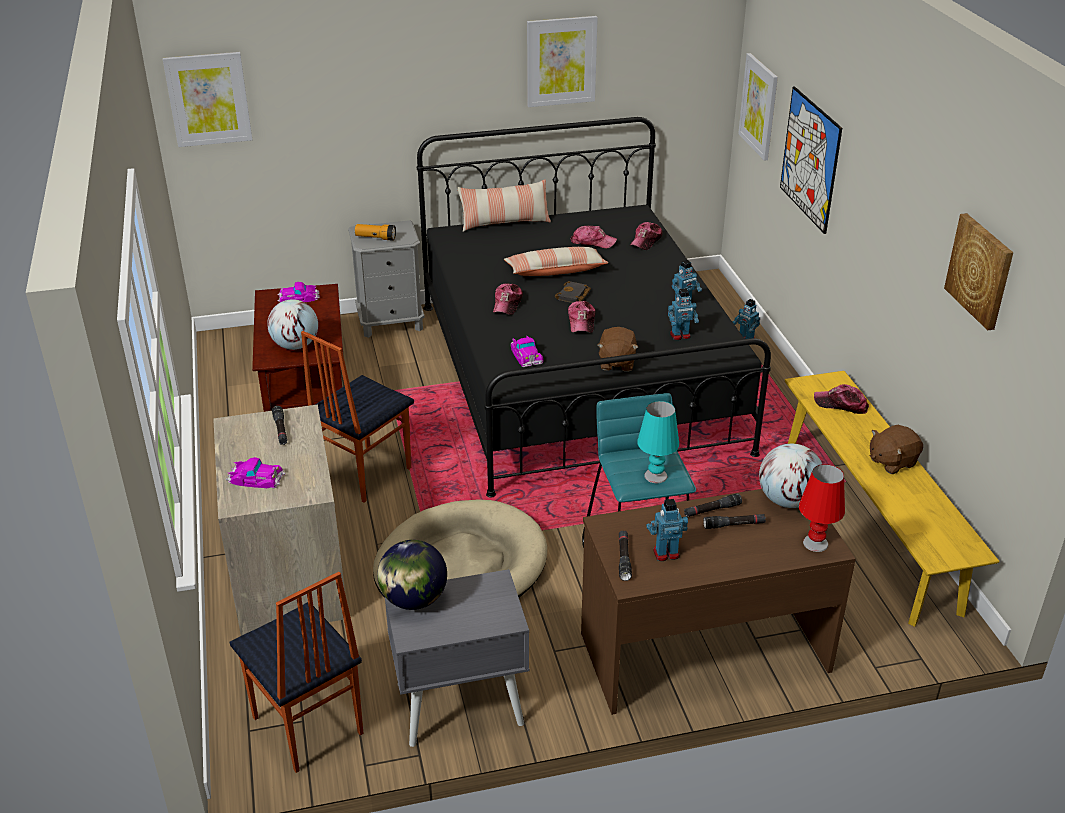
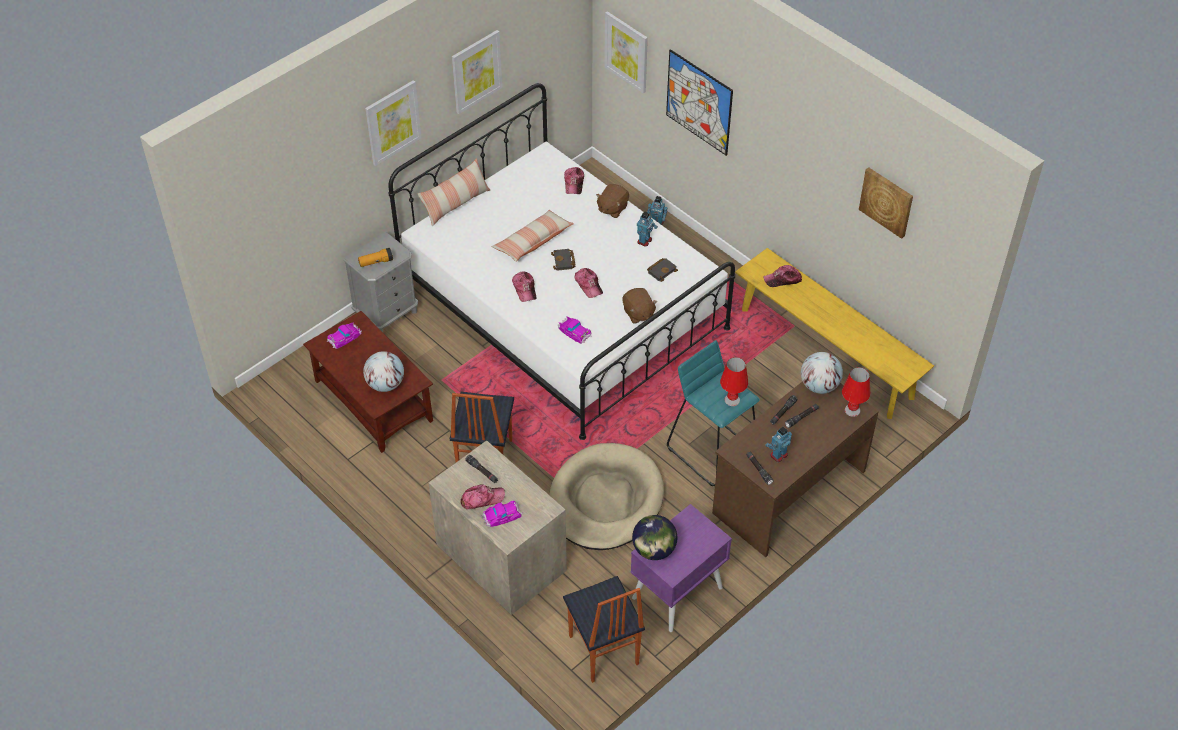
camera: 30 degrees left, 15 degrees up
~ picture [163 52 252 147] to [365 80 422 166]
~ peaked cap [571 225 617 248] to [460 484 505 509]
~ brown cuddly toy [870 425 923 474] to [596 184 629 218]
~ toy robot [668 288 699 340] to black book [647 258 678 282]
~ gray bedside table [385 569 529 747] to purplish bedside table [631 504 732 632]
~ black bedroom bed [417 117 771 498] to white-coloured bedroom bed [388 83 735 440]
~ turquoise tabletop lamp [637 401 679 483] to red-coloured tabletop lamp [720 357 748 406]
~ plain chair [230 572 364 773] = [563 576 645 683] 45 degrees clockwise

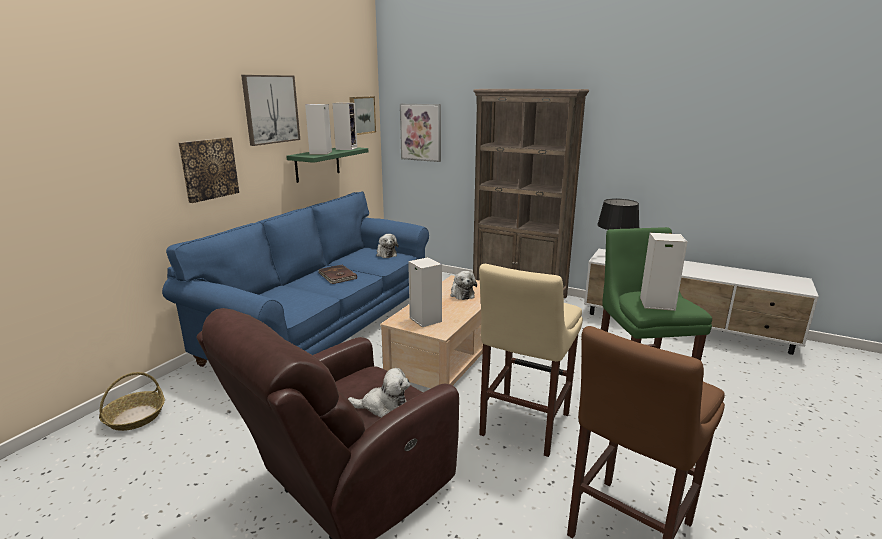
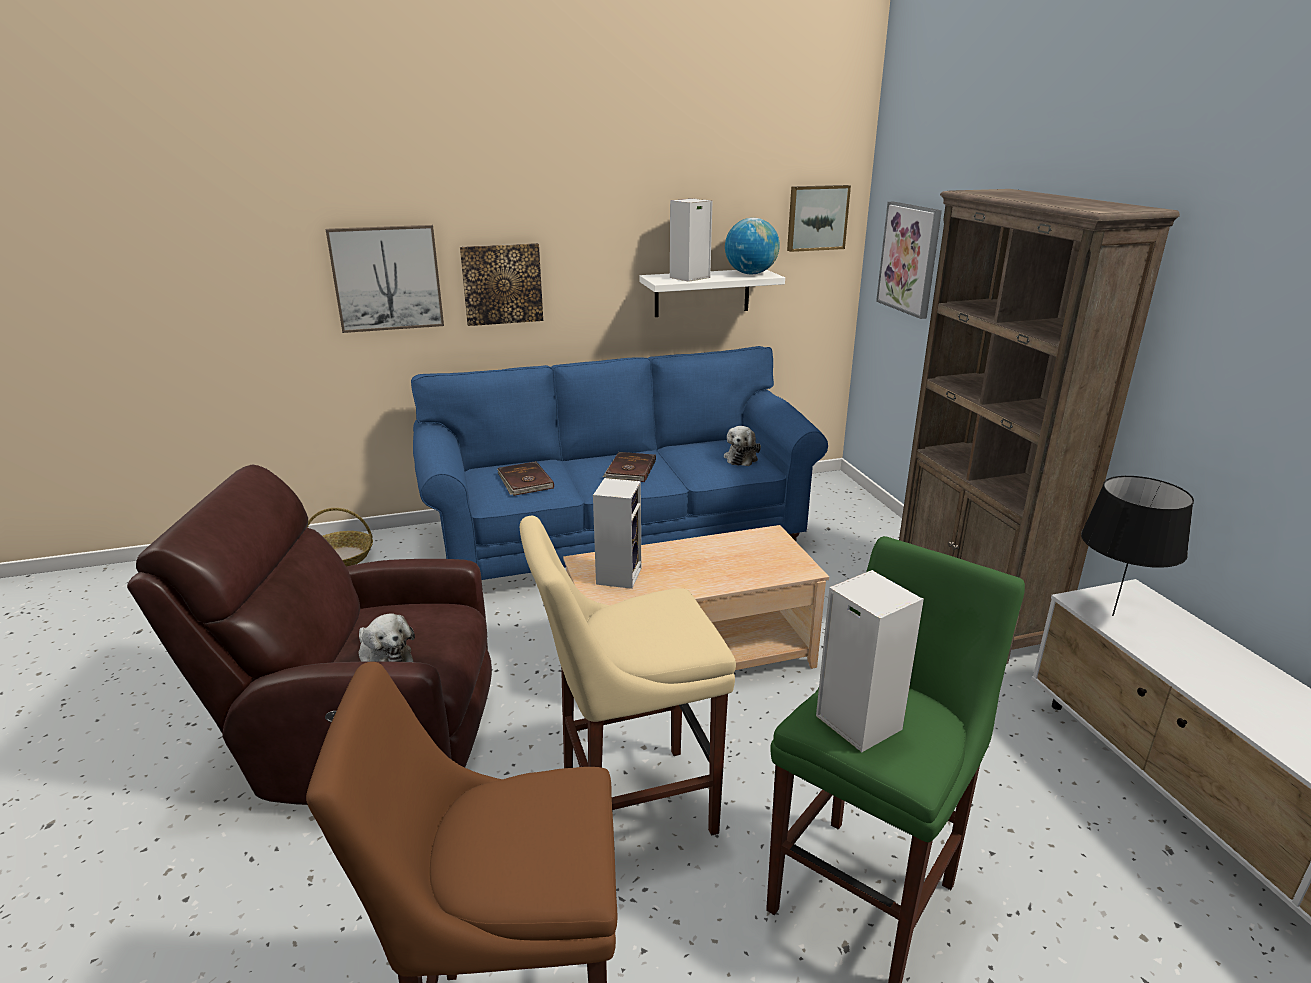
camera: 45 degrees right, 5 degrees up
- cuddly toy [450 271 477 300]
+ brown book [497 461 554 496]
~ picture [241 75 300 146] to [326 225 444 333]
~ loudspeaker [333 103 357 150] to desk globe [725 218 780 274]
~ green-coloured shelf [286 147 368 183] to white-coloured shelf [639 270 785 317]

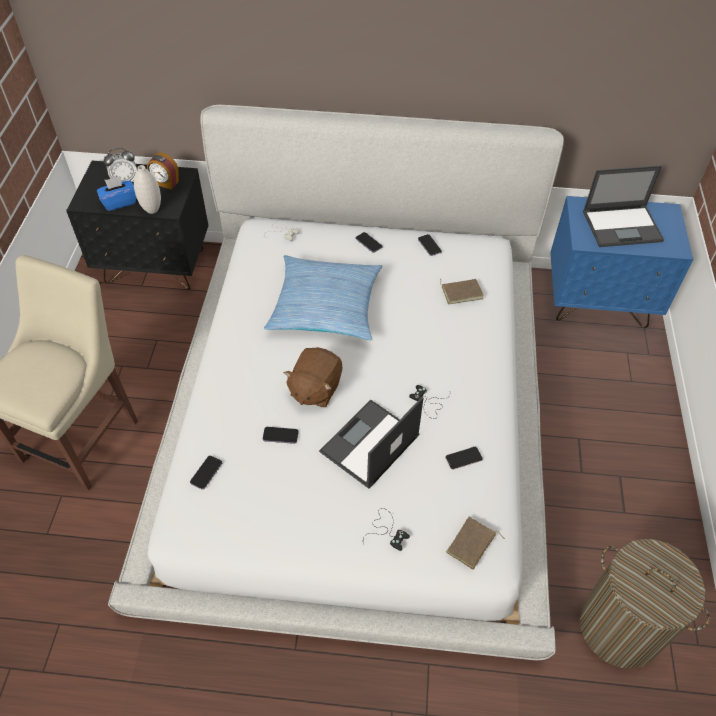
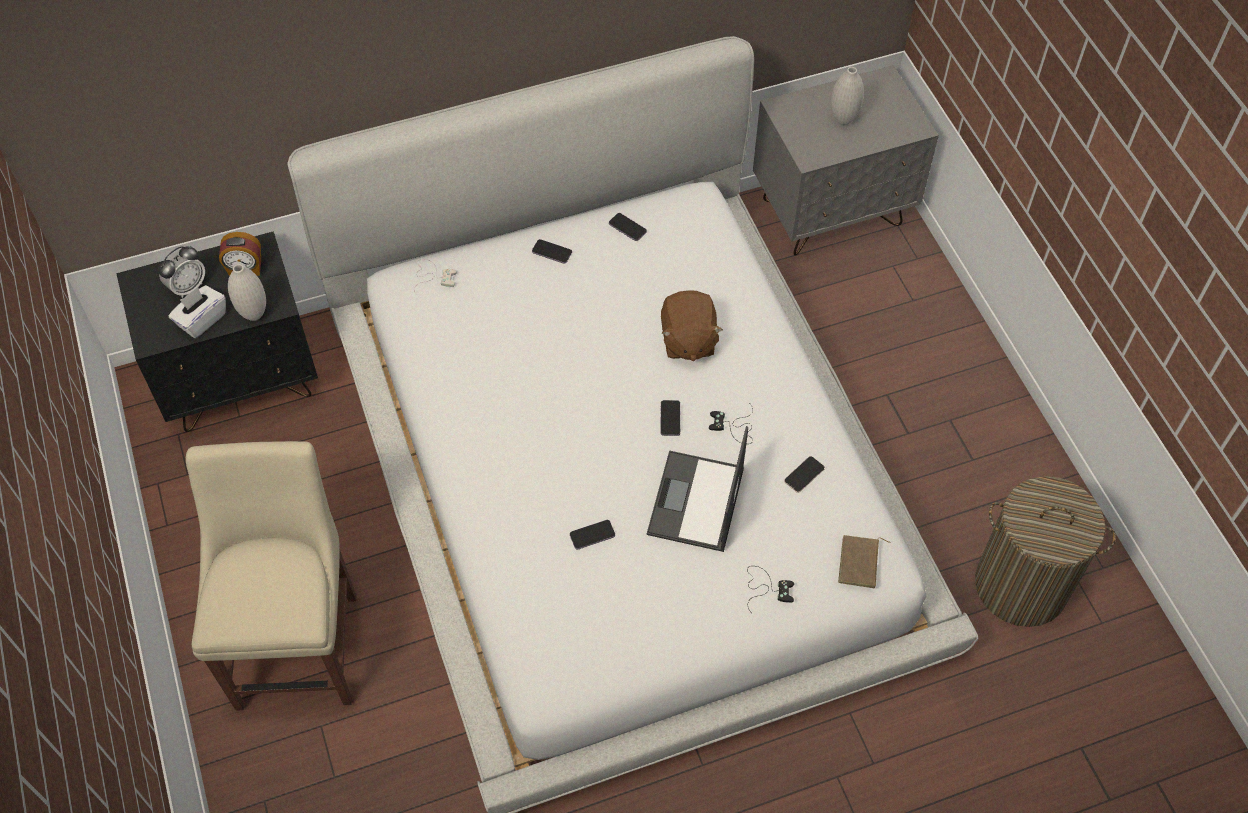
camera: 25 degrees left, 5 degrees up
- cushion [264 255 382 340]
- brown book [440 279 484 304]
~ handset [190 456 222 489] to [661 400 680 436]
~ brown cuddly toy [284 347 342 407] to [661 290 723 361]
~ laptop [583 165 664 247] to white-coloured flower vase [831 67 864 125]
~ bluish box of tissues [97 176 136 211] to white-coloured box of tissues [169 285 226 338]
~ bluish bedside table [550 196 693 328] to gray bedside table [753 65 939 255]

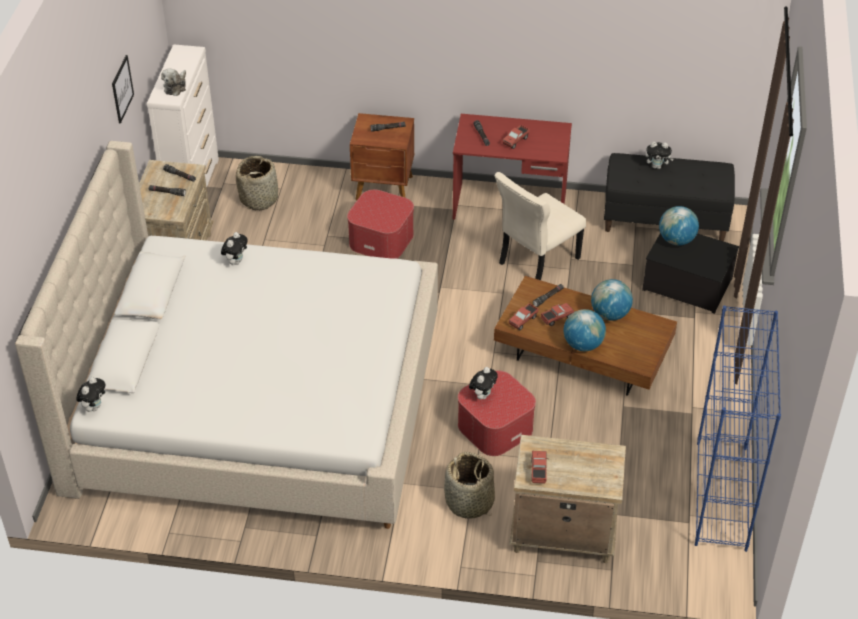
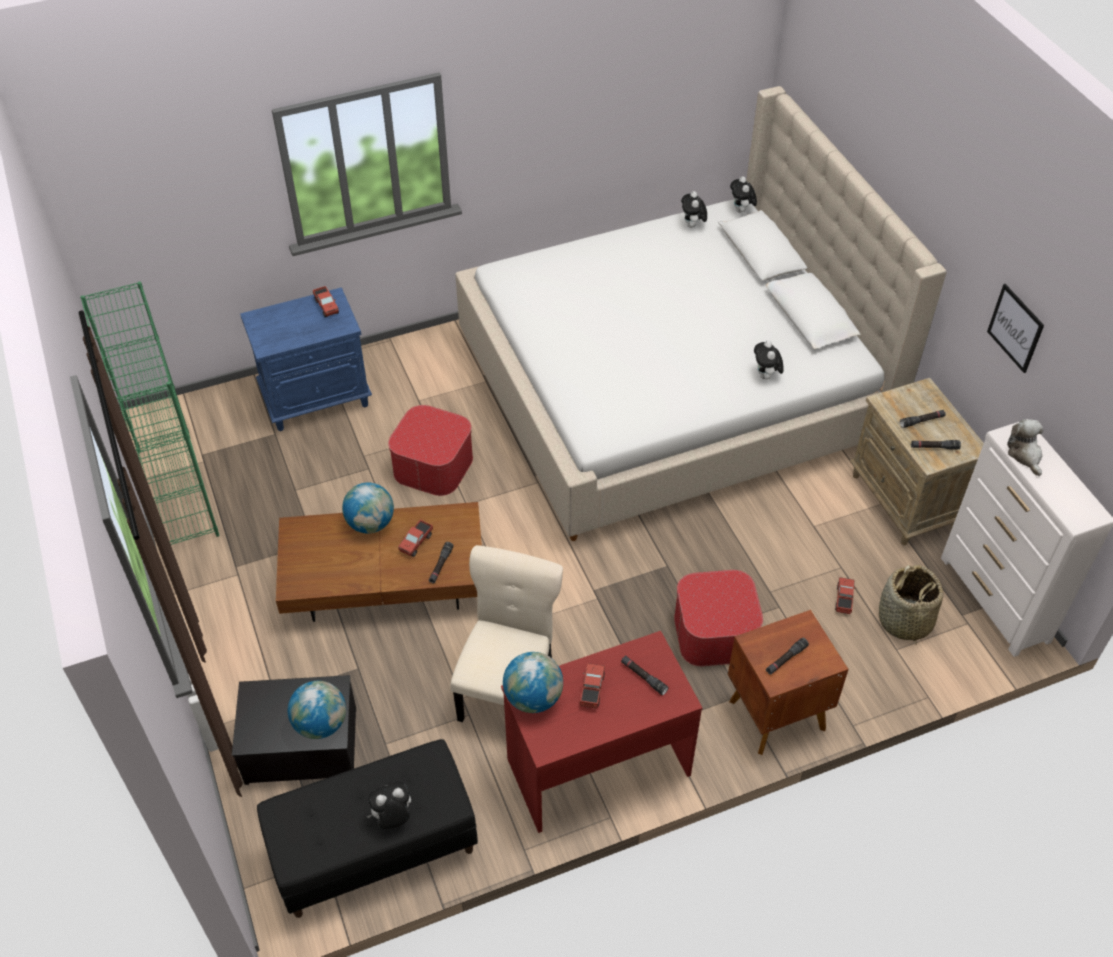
camera: 150 degrees right, 5 degrees up
- basket [444 452 495 519]
~ cuddly toy [469 367 498 400] to [681 191 707 228]
~ toy truck [509 303 539 330] to [835 577 855 614]
~ desk globe [591 279 633 321] to [503 652 563 713]
~ beige bedside table [509 435 626 563] to bluish bedside table [240 288 372 431]
~ bluish bookcase [695 306 781 552] to green-coloured bookcase [80 282 219 545]

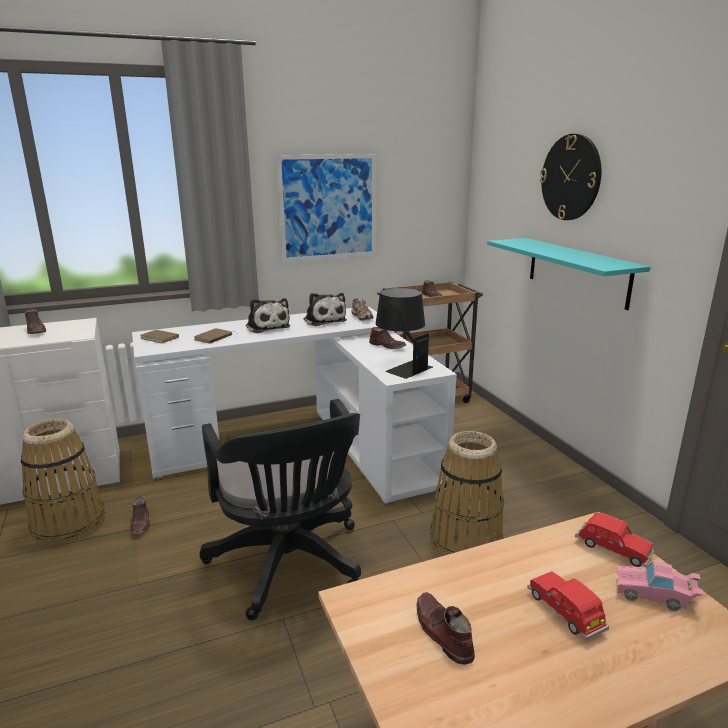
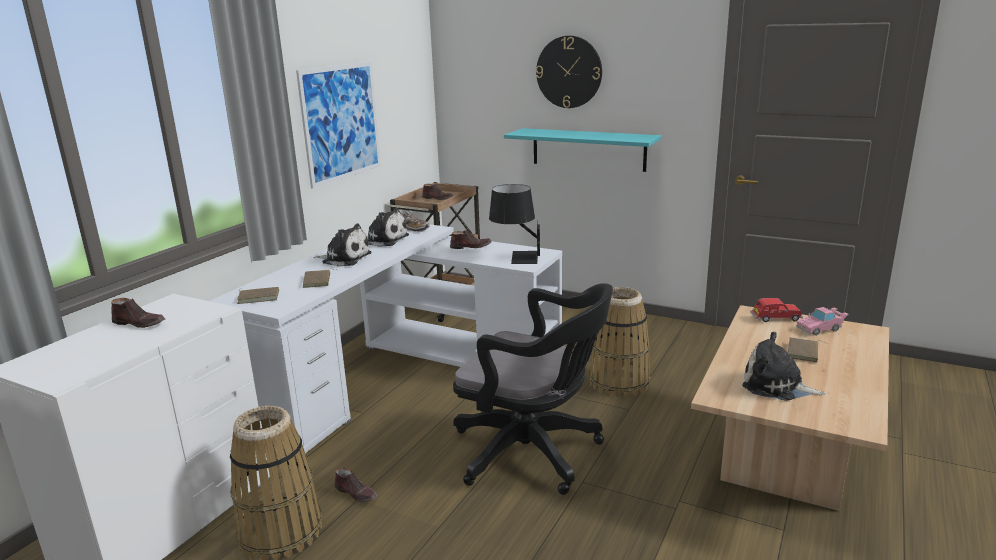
camera: 40 degrees left, 0 degrees up
~ brown shoe [416 592 475 665] to cuddly toy [742 332 825 401]
~ red-coloured model car [527 571 609 640] to brown book [788 337 825 362]

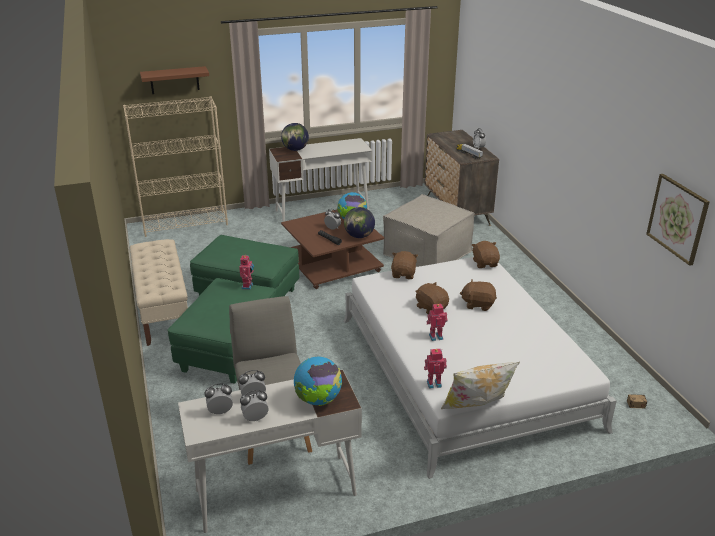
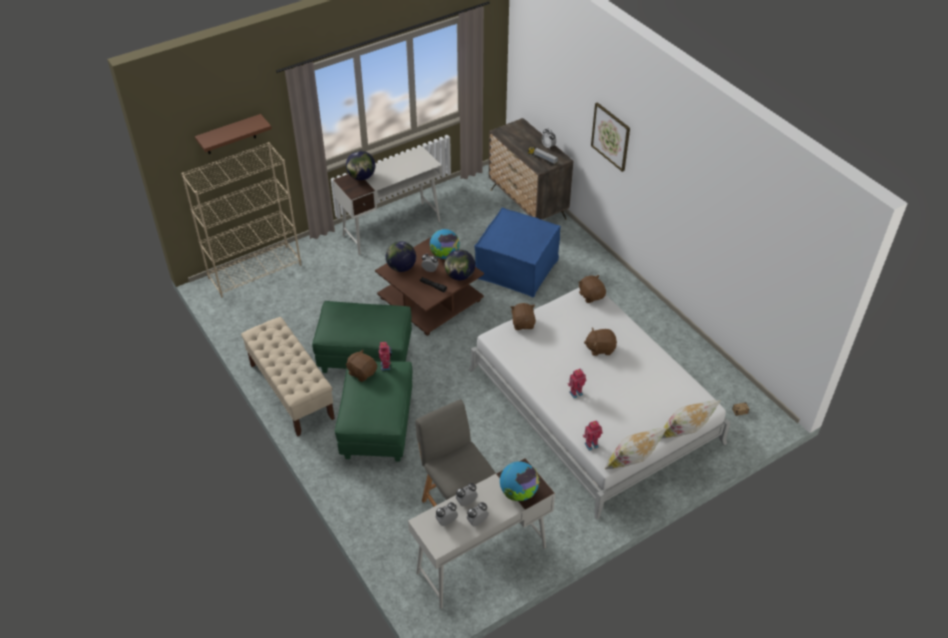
camera: 15 degrees left, 15 degrees up
+ desk globe [386 241 416 272]
+ cushion [662 400 721 438]
~ brown cuddly toy [415 282 449 314] to [345 349 377 382]
~ picture [646 174 710 266] to [591 102 630 172]
~ beige footrest [383 194 475 267] to bluish footrest [474 208 561 297]

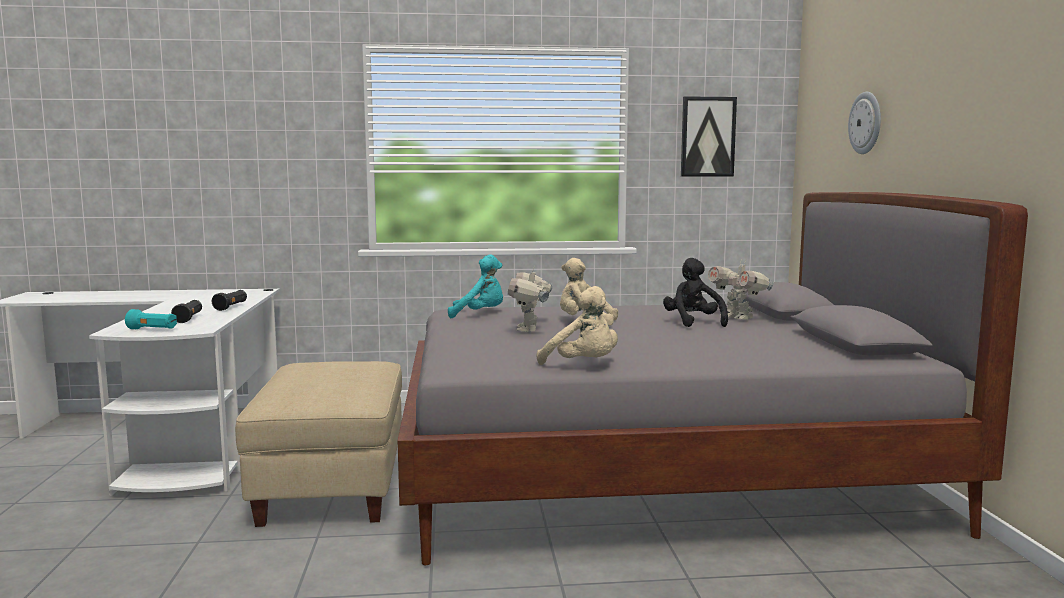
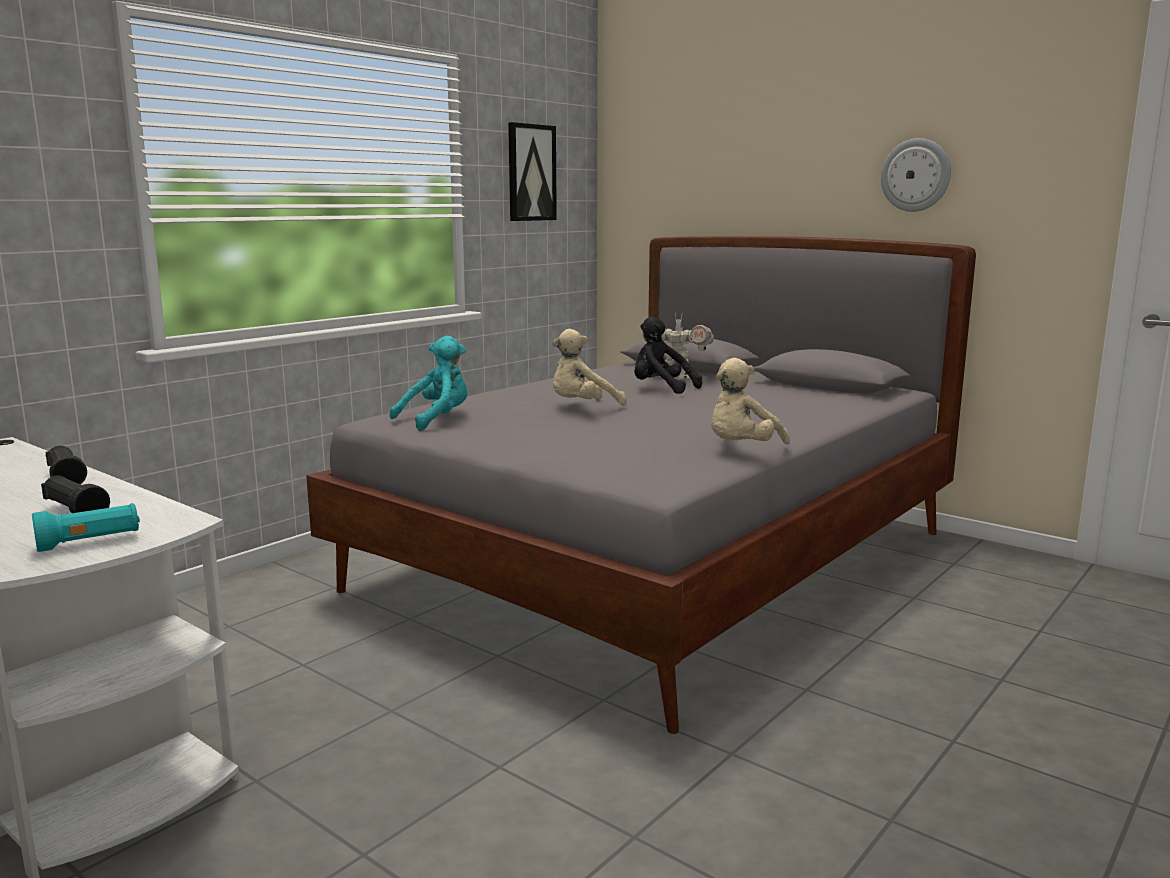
camera: 45 degrees left, 5 degrees up
- beige footrest [235 361 402 527]
- toy robot [508 266 553 332]
~ hanging clock [848 92 881 154] to [881 138 951 212]
~ beige cuddly toy [537 286 618 365] = [711 358 790 445] 135 degrees clockwise

